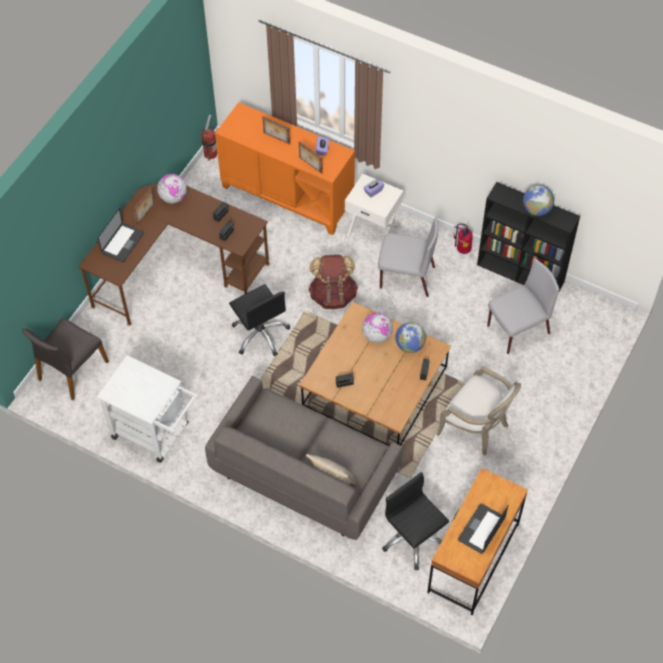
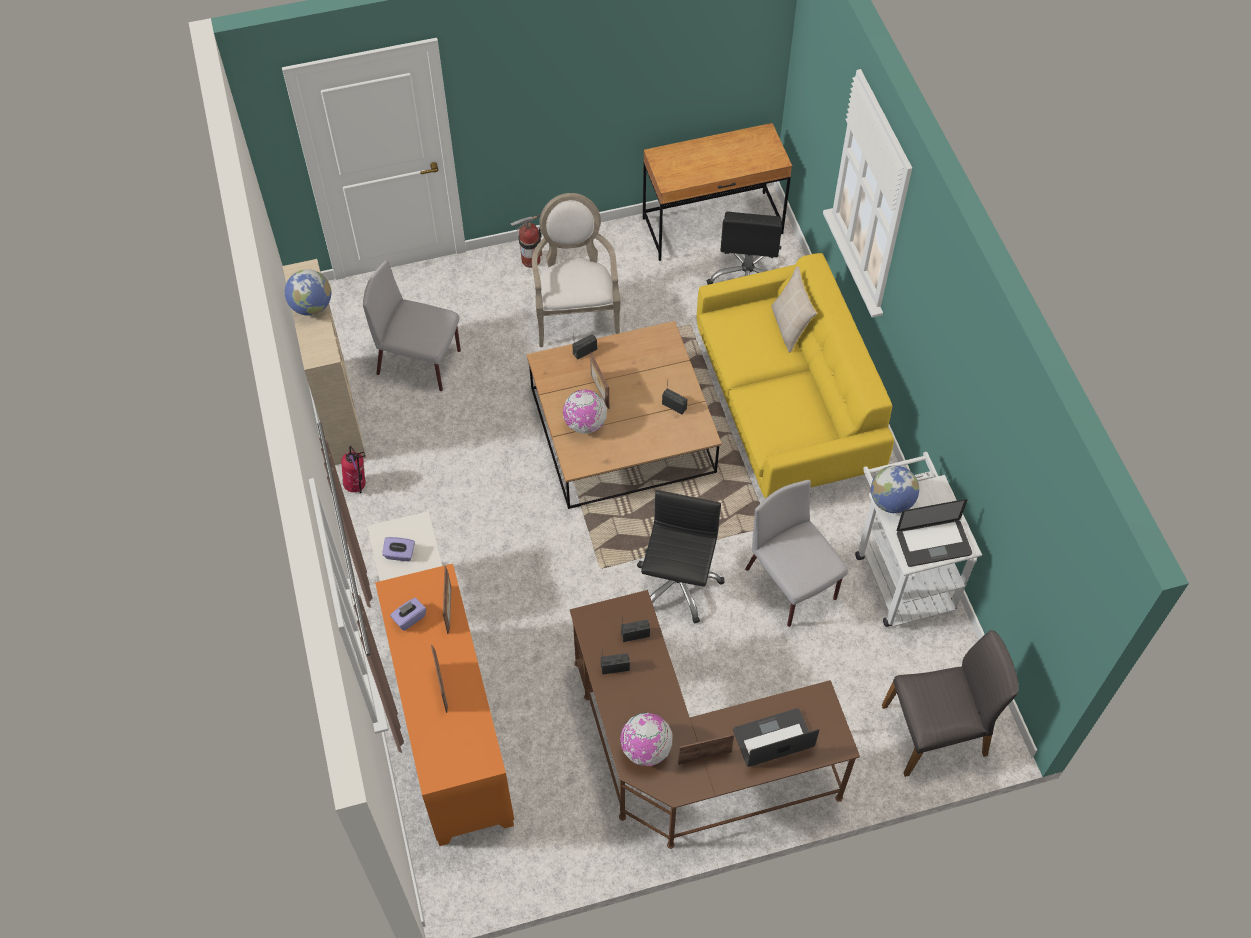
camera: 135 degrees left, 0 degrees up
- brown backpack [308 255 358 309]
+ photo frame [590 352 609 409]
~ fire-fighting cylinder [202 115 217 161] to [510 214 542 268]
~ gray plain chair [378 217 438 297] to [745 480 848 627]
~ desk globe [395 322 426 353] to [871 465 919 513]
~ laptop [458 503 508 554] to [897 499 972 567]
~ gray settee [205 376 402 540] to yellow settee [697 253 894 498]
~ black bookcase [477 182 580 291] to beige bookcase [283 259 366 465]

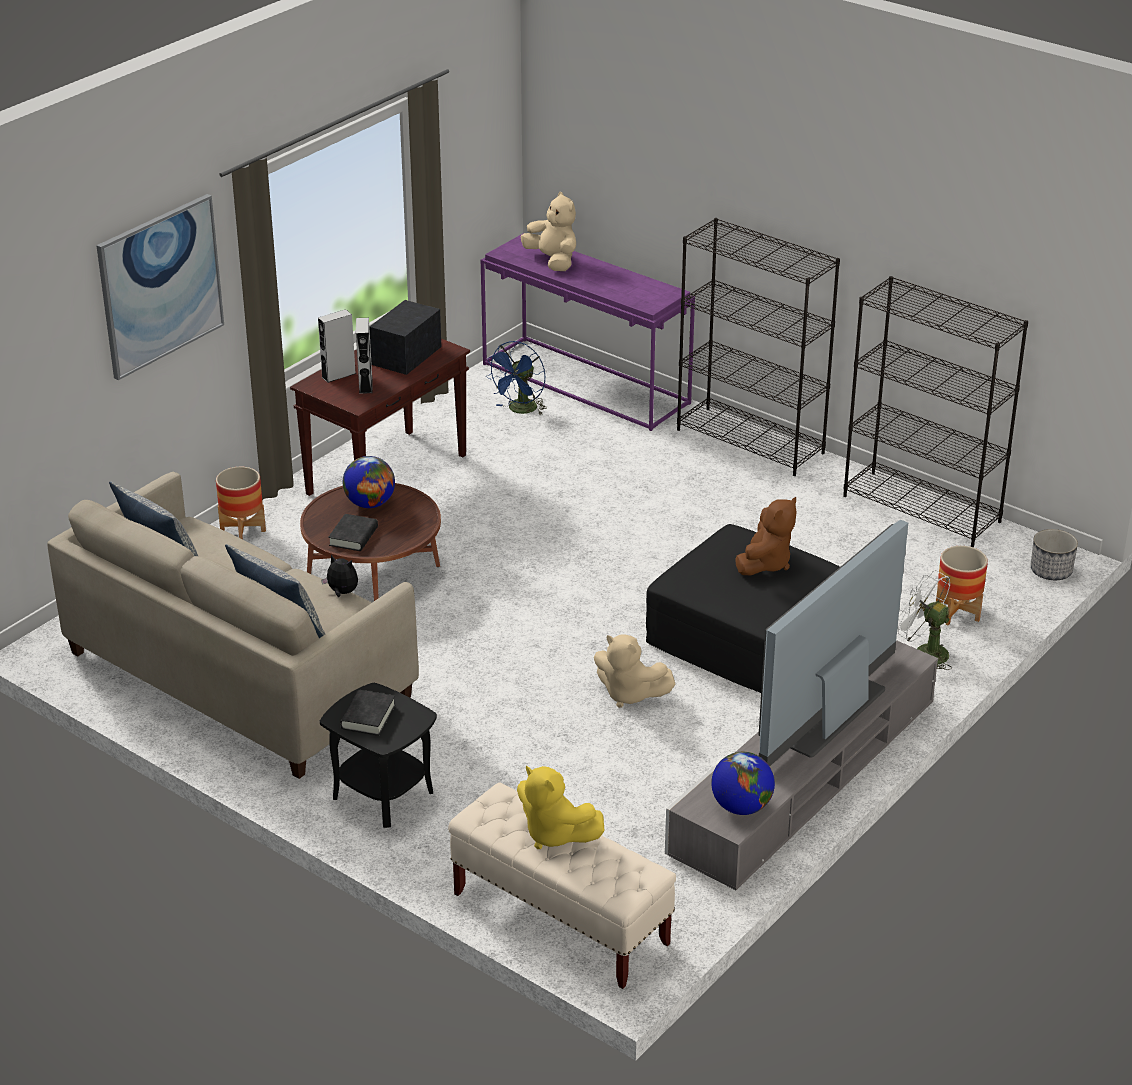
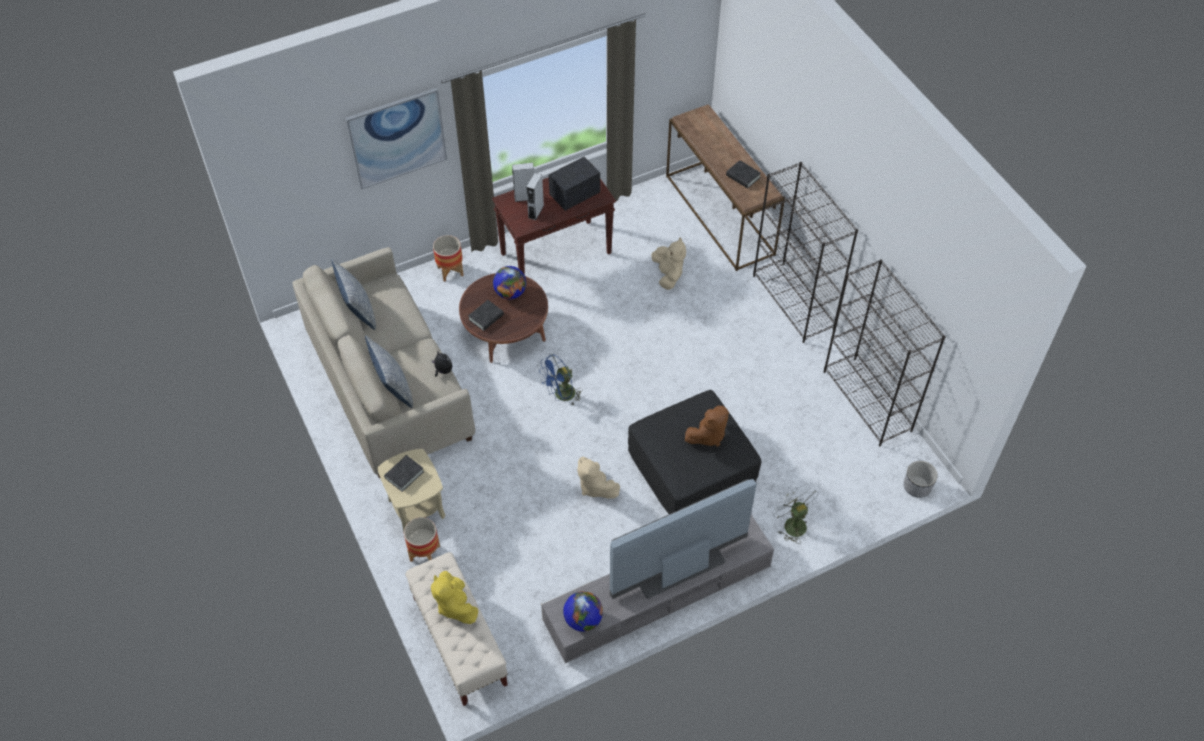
camera: 25 degrees right, 20 degrees up
+ black book [726 160 761 189]
~ bluish electric fan [486 341 547 415] to [539 354 582 405]
~ beige cuddly toy [520 192 576 271] to [651 237 686 290]
~ plant pot [936 546 988 625] to [404 517 440 562]
~ black accent table [320 683 437 828] to beige accent table [377 449 445 533]
~ purplish hall table [481 233 695 431] to brown hall table [666 104 785 271]

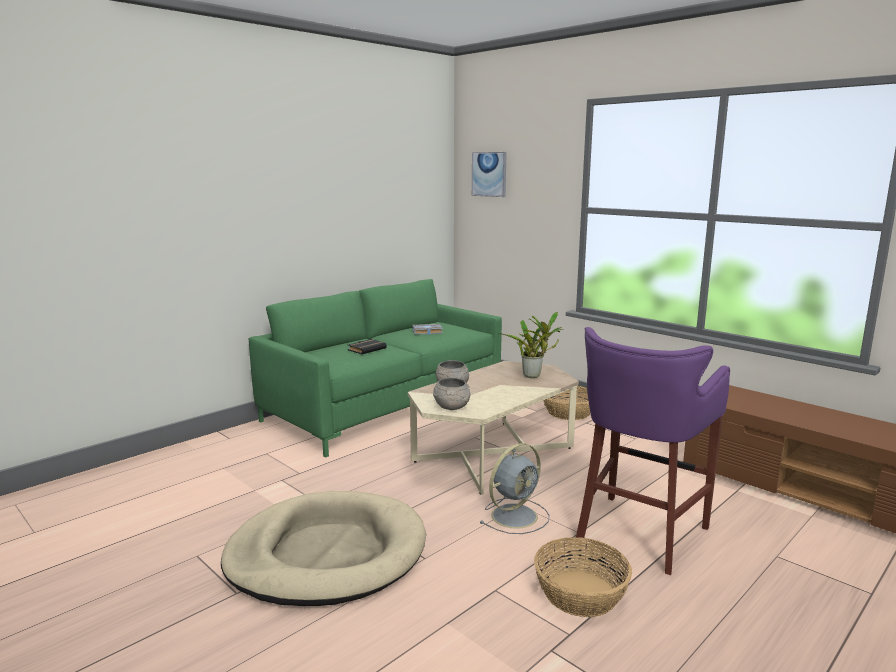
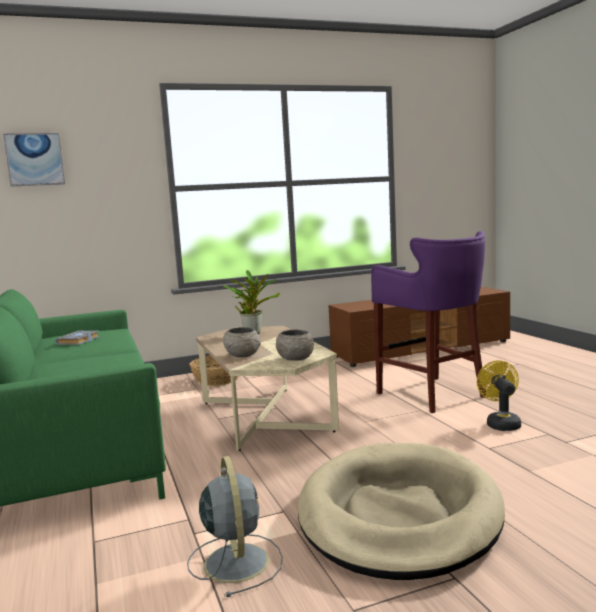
camera: 65 degrees left, 5 degrees down
- black book [348 339 387 354]
~ gray electric fan [479 443 549 534] to [187 456 283 597]
~ basket [534 537 632 617] to yellow electric fan [477 360 521 431]

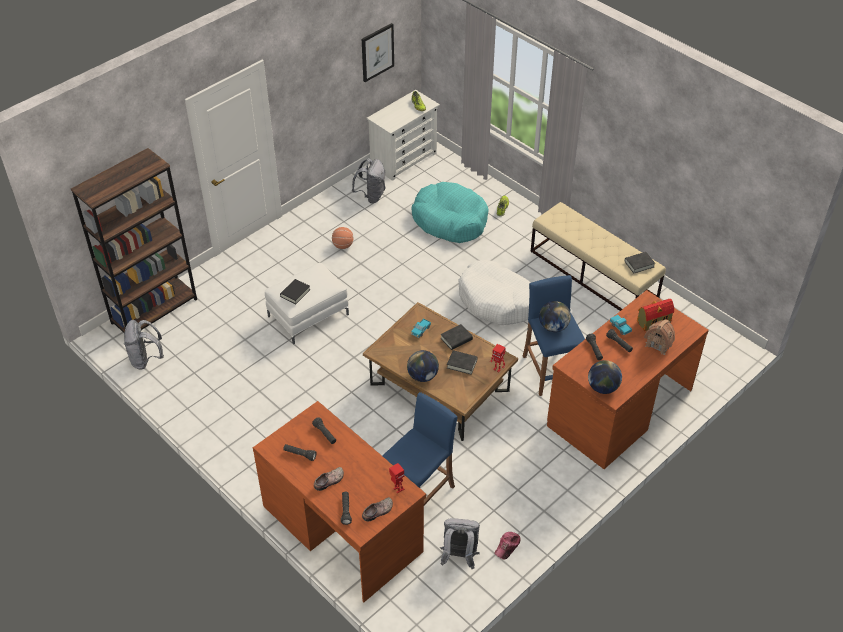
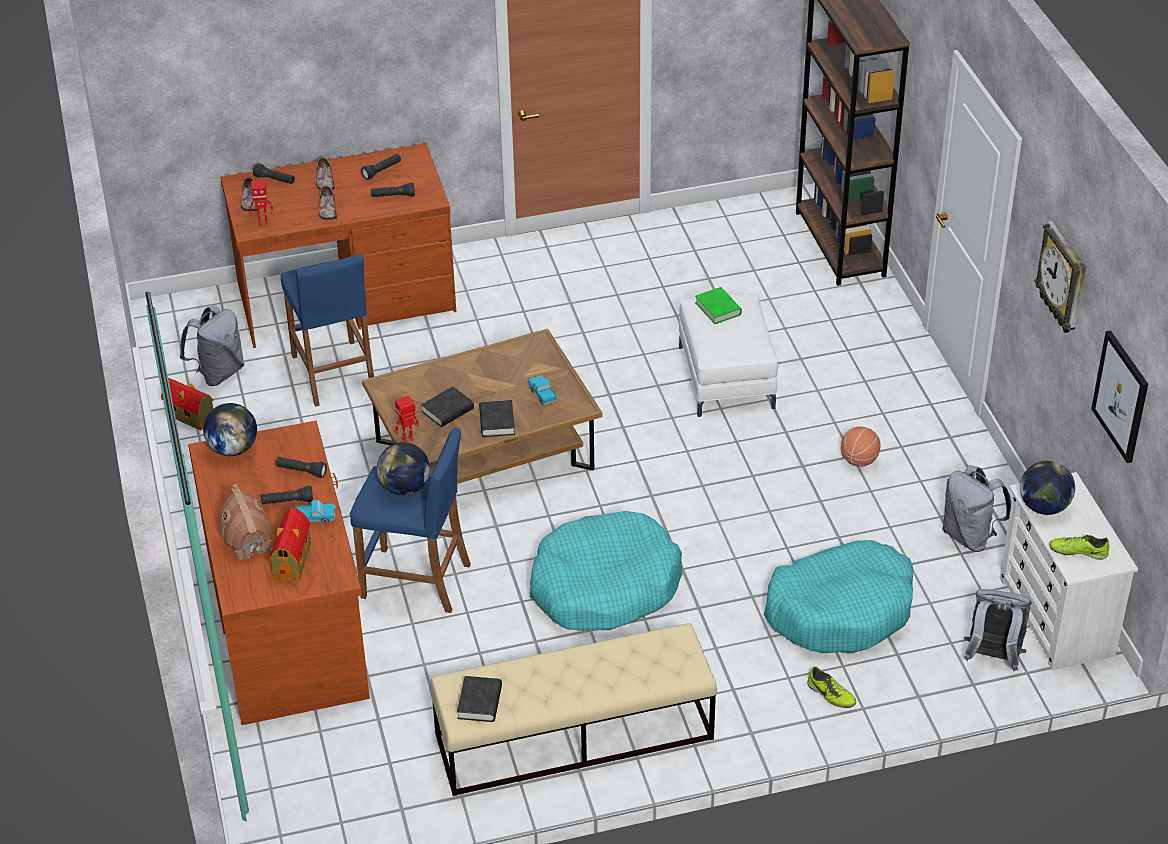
camera: 120 degrees right, 5 degrees down
+ shoe [319 186 337 220]
+ hanging clock [1035 221 1086 333]
~ gray backpack [124 320 164 370] to [964 589 1032 671]
~ desk globe [407 350 439 382] to [1020 461 1075 515]
~ peaked cap [494 532 520 559] to toy house [161 378 214 430]
~ black book [280 279 310 305] to green-coloured book [695 287 742 324]
~ white-coloured pet bed [459 260 531 325] to turquoise pet bed [530 511 682 631]

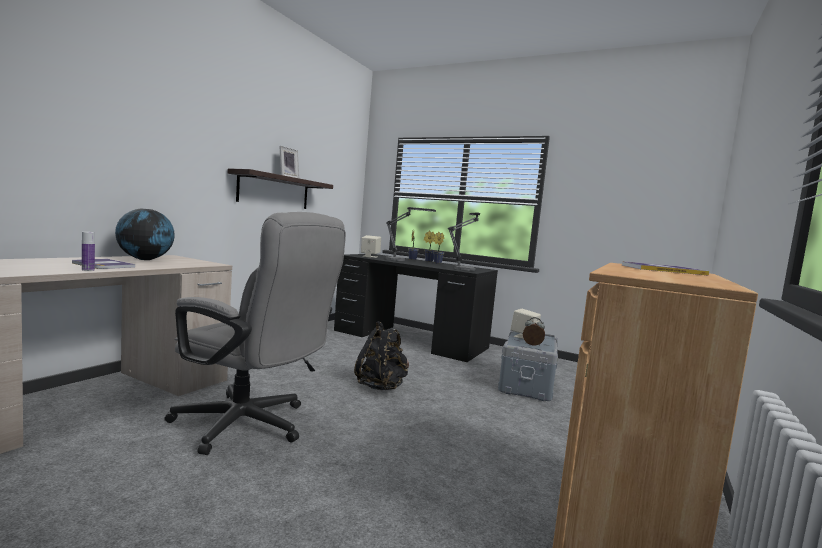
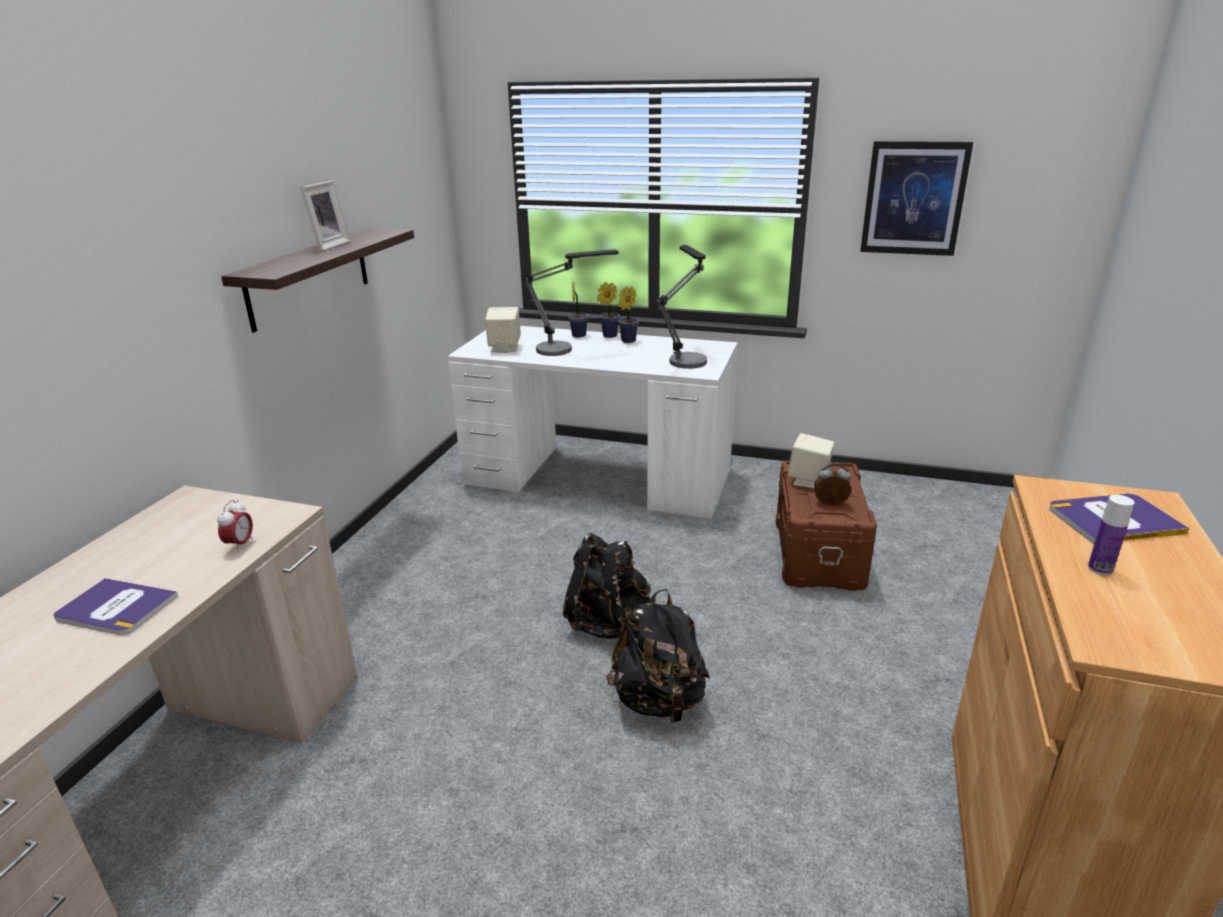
camera: 10 degrees left, 20 degrees up
- desk globe [115 208 175 260]
- gray desk chair [165 212 346 455]
+ bedside clock [217 500 253 552]
+ black backpack [606 589 710 722]
+ picture [860 141 973 256]
~ beverage bottle [82 232 95 271] to [1088 495 1135 575]
~ black desk [334 254 498 362] to white-coloured desk [448 326 738 519]
~ gray storage container [498 331 558 401] to brown storage container [776 461 877 591]

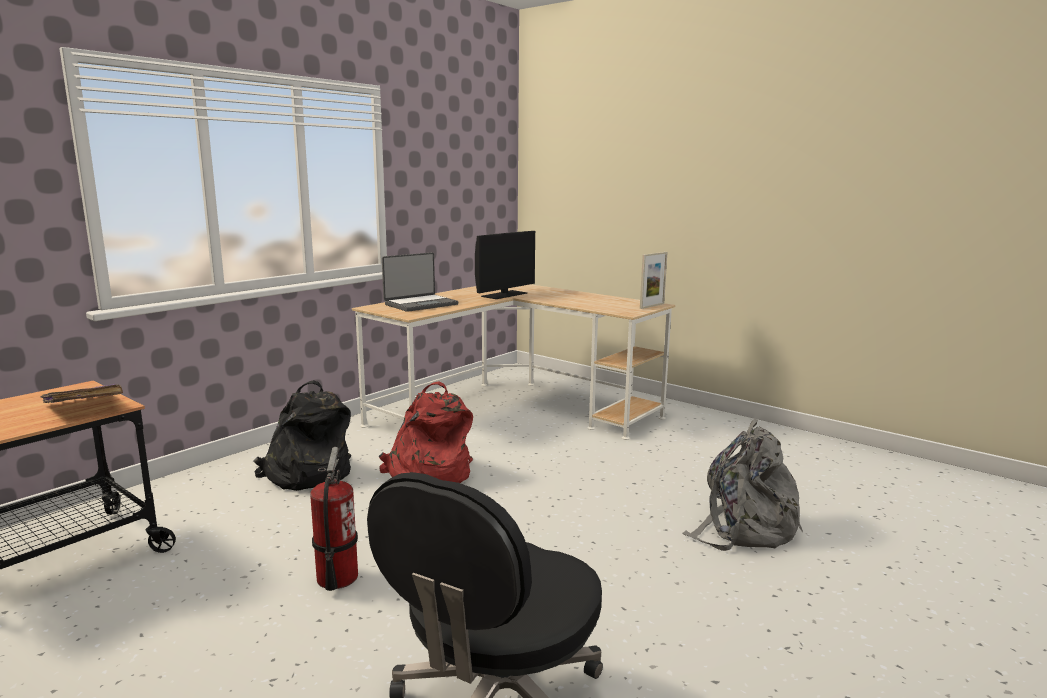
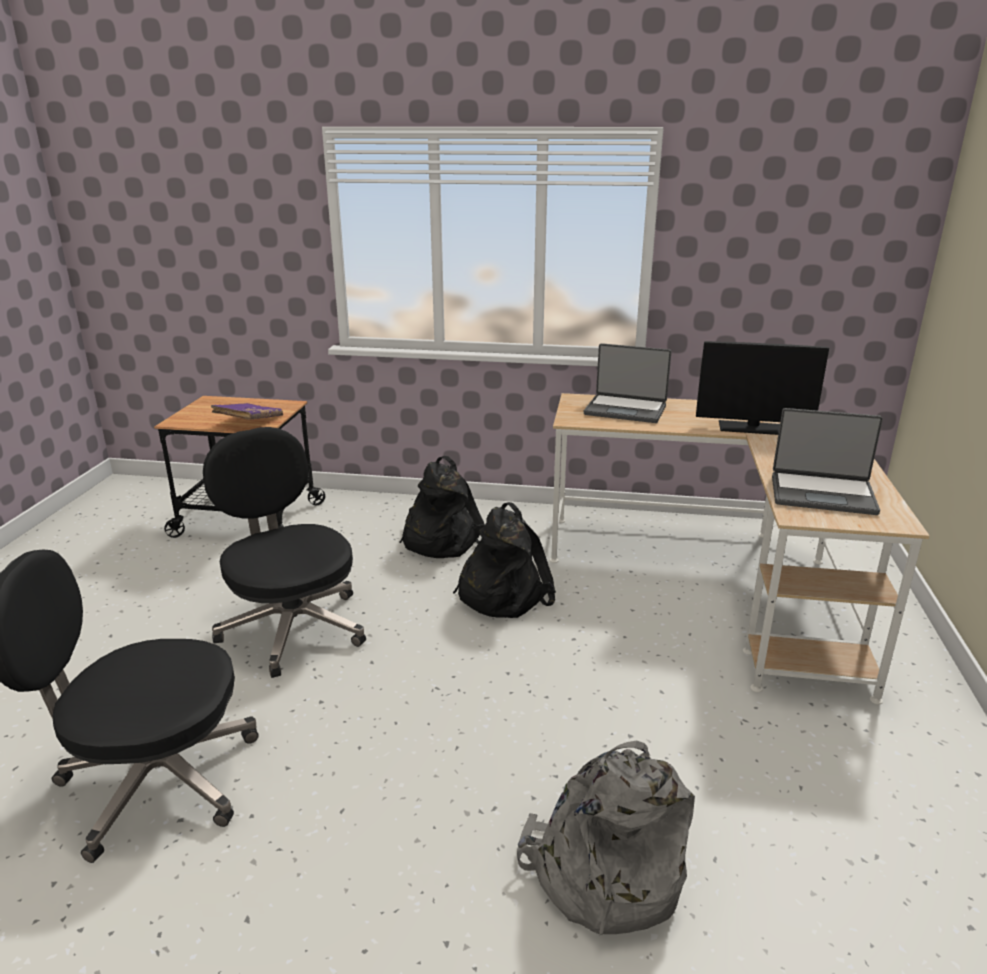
camera: 60 degrees right, 10 degrees up
- photo frame [640 252 668 309]
+ laptop [772 408 883 515]
~ fire-fighting cylinder [310 447 358 591] to black desk chair [203 427 366 678]
~ red-coloured backpack [378 381 473 483] to black backpack [453 502 556 618]

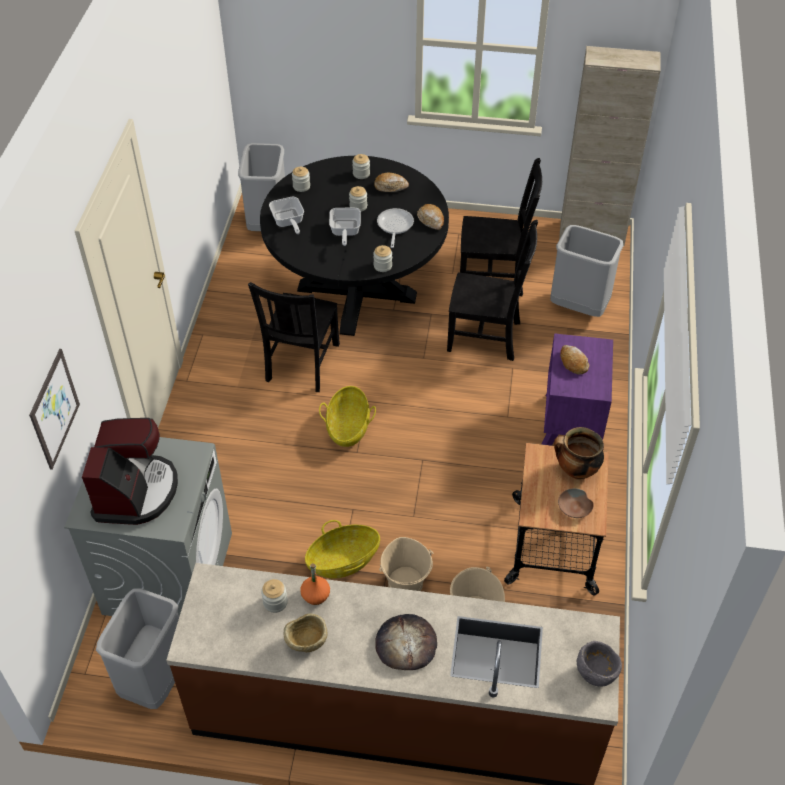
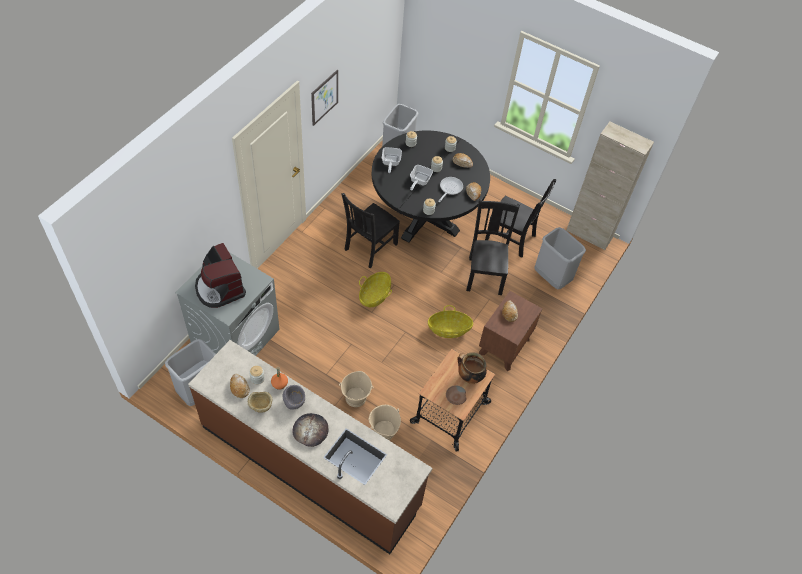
camera: 20 degrees right, 5 degrees up
+ bread [230 374 250 398]
~ picture [29 349 80 470] to [311 70 338 126]
~ basket [305 520 380 578] to [428 305 473 338]
~ gray bowl [577 641 622 687] to [282 385 305 410]
~ purplish bedside table [542 333 613 446] to brown bedside table [479 291 542 371]
~ coffee machine [82 418 178 525] = [195 243 246 308] 120 degrees clockwise
~ black plain chair [447 220 538 361] = [466 199 520 295] 120 degrees counterclockwise

